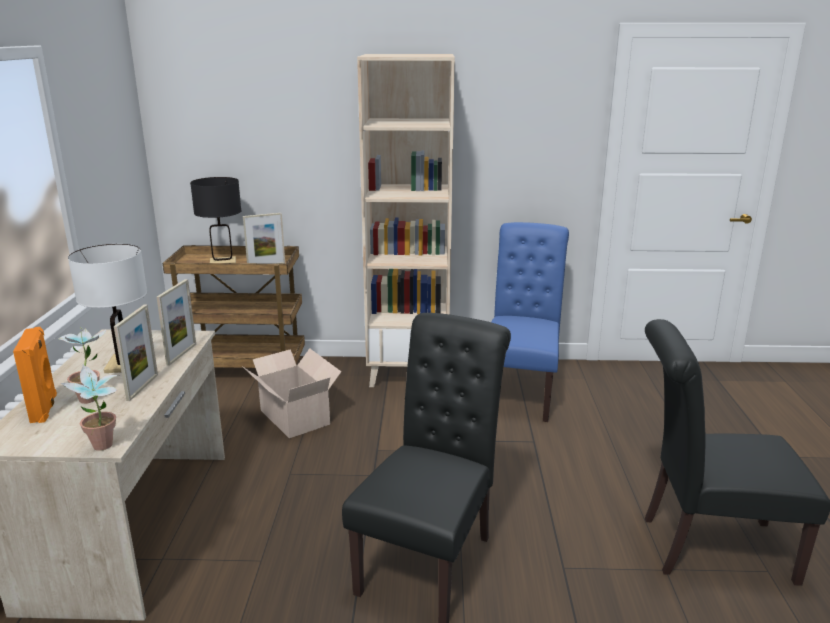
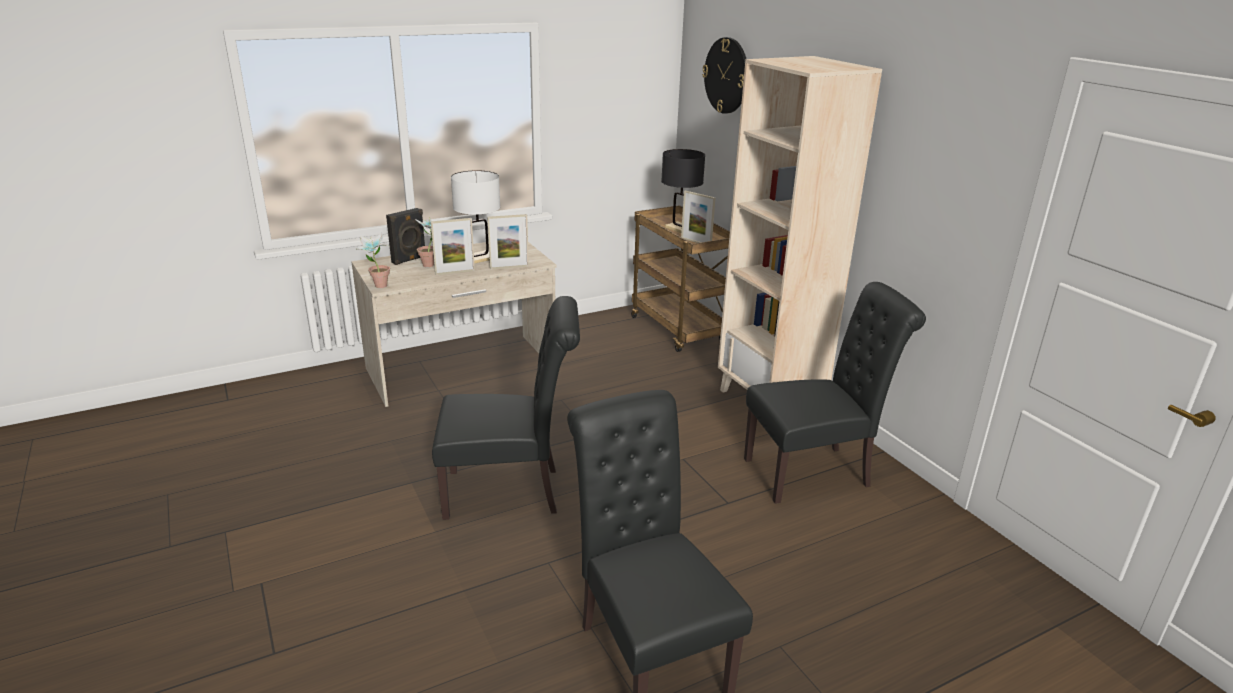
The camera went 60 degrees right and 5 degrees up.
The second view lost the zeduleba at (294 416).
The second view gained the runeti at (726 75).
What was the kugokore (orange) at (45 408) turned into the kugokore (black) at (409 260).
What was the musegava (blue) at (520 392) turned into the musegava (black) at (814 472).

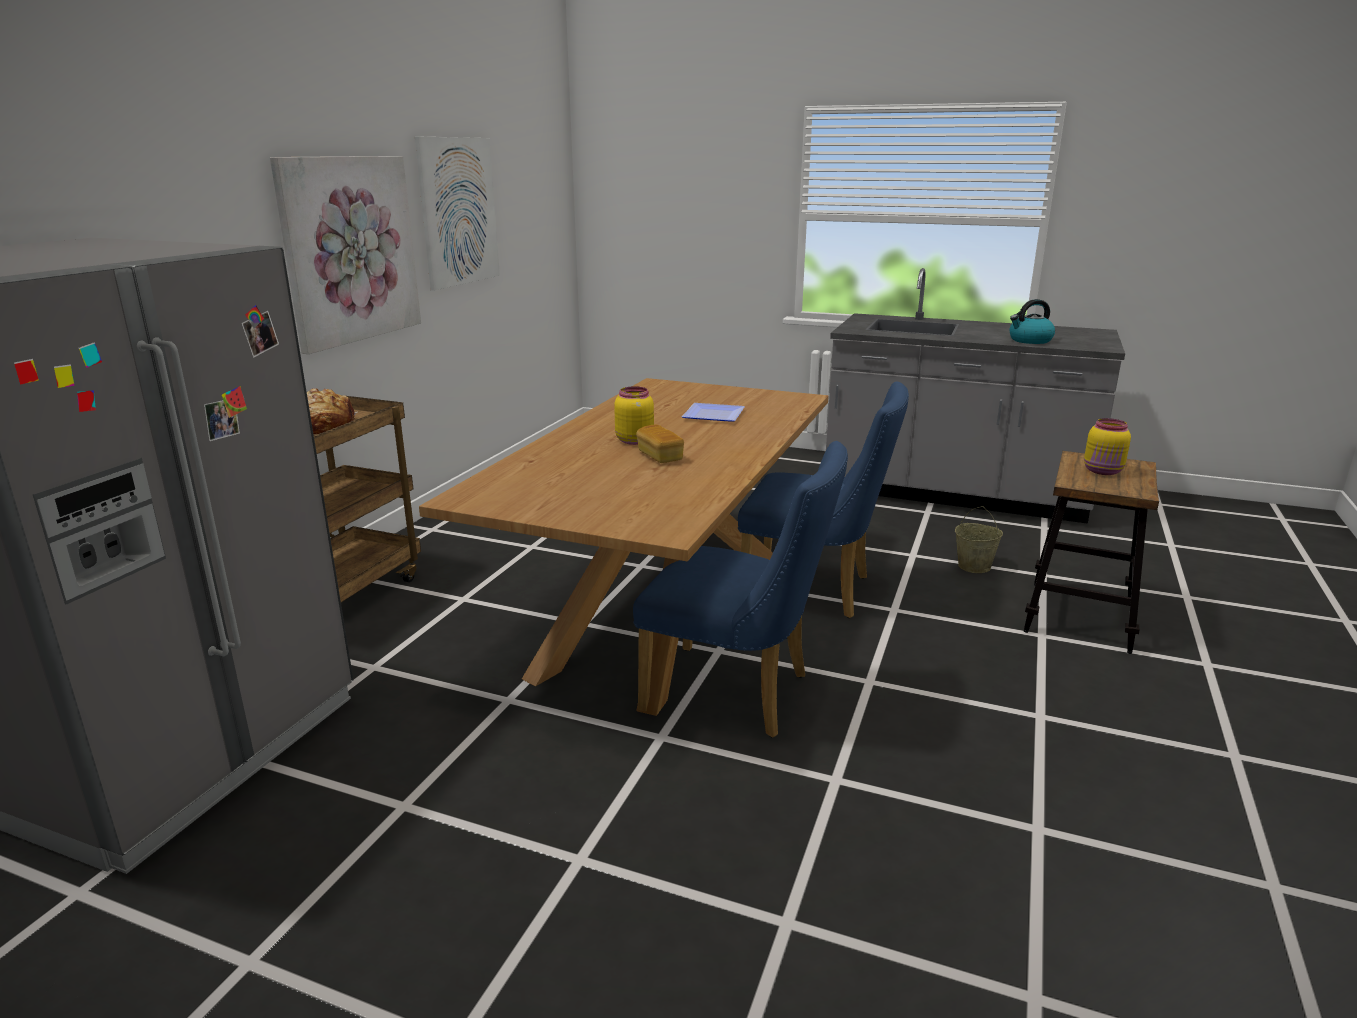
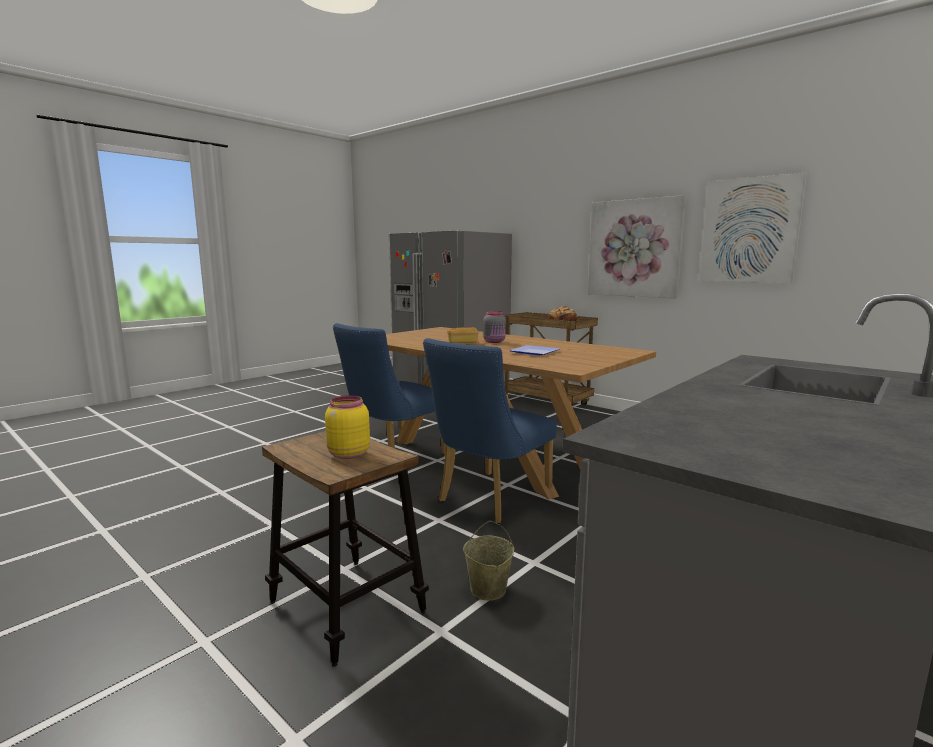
The camera went 110 degrees right and 10 degrees down.
The second view lost the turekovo at (1029 340).
What was the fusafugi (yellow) at (635 440) turned into the fusafugi (grey) at (494 342).

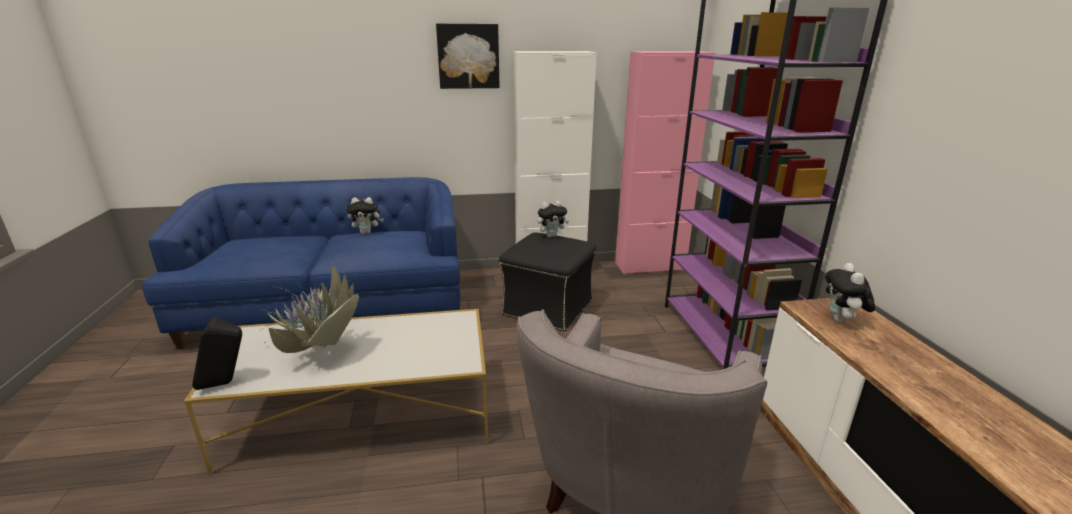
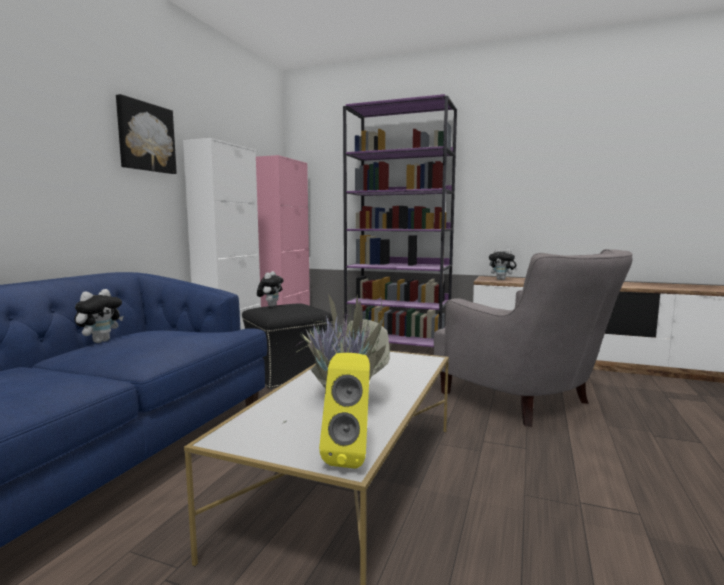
The camera went 60 degrees left and 15 degrees down.
What was the kugokore (black) at (225 383) turned into the kugokore (yellow) at (350 455).

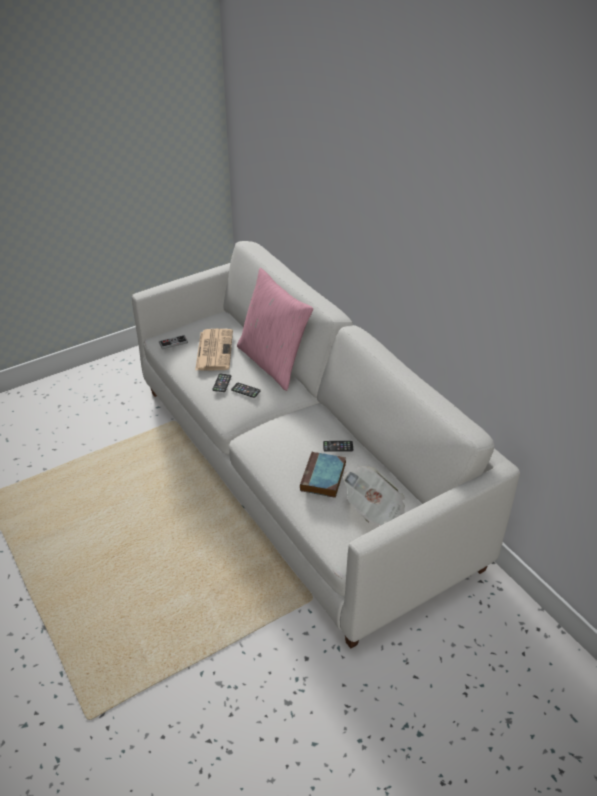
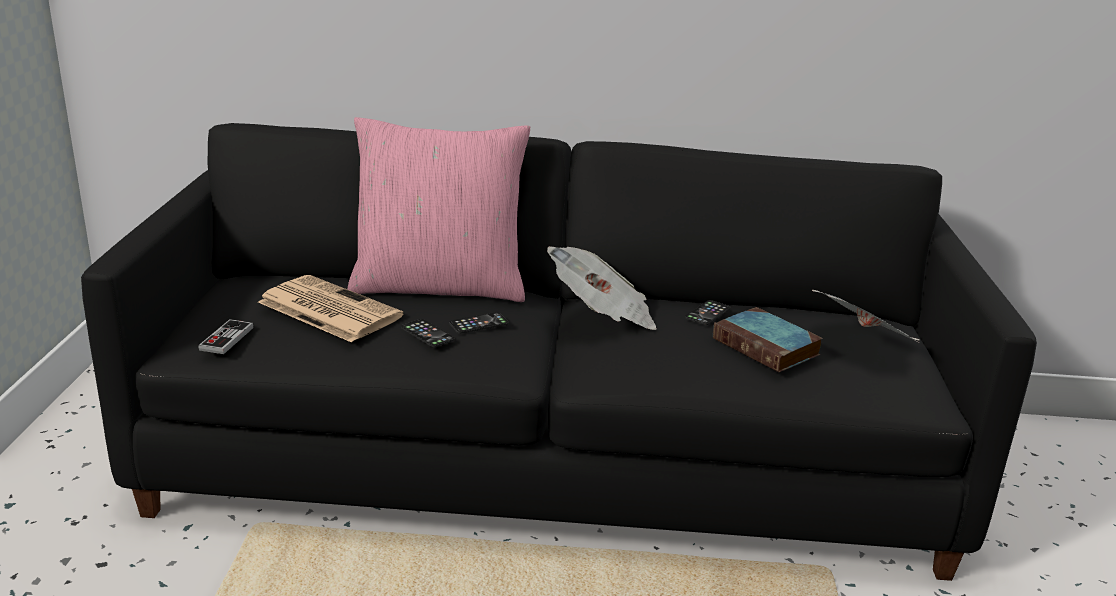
The camera went 55 degrees left and 15 degrees down.
The second view gained the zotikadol at (602 315).
What was the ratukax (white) at (299 472) turned into the ratukax (black) at (552 460).

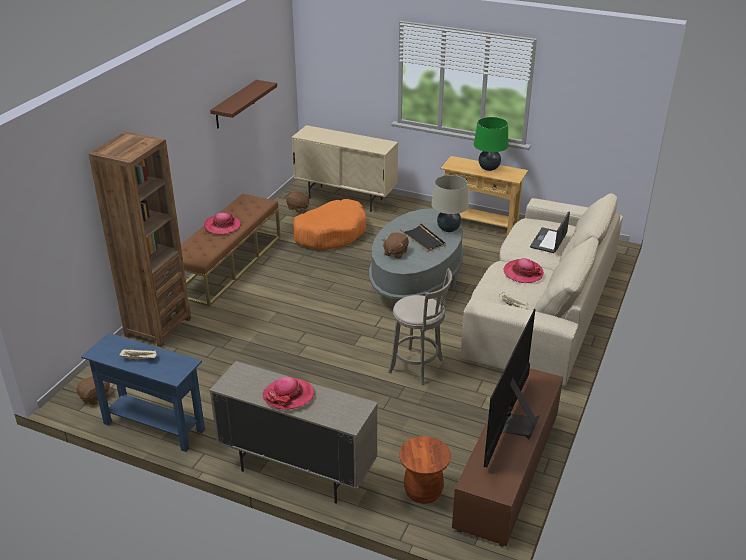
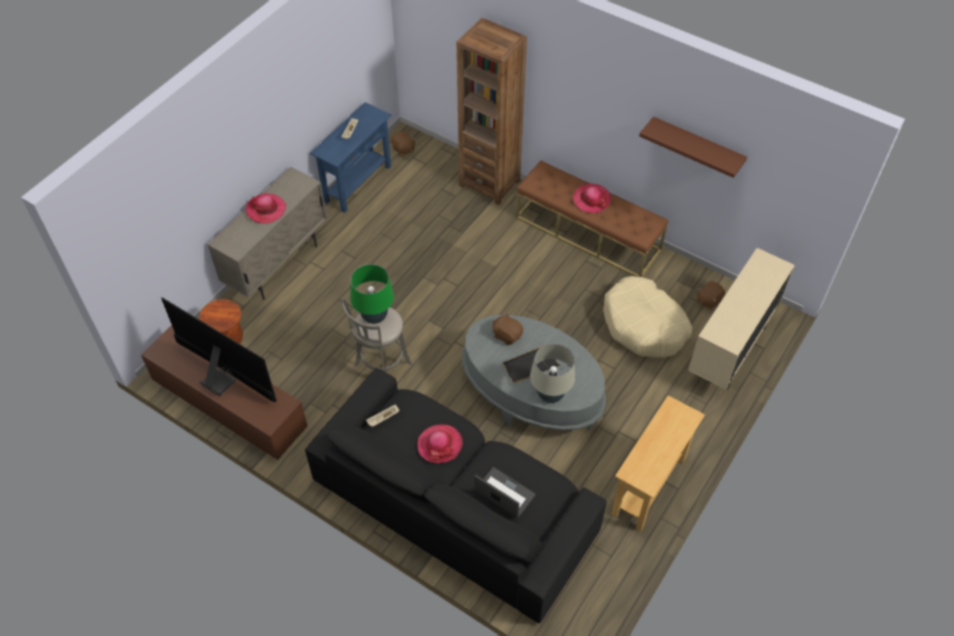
The camera went 100 degrees right and 20 degrees up.
The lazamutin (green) ended up elsewhere, having gone from (489 168) to (374 316).
What was the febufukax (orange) at (330 233) turned into the febufukax (beige) at (644 325).
What was the ratukax (beige) at (541 306) turned into the ratukax (black) at (456 503).

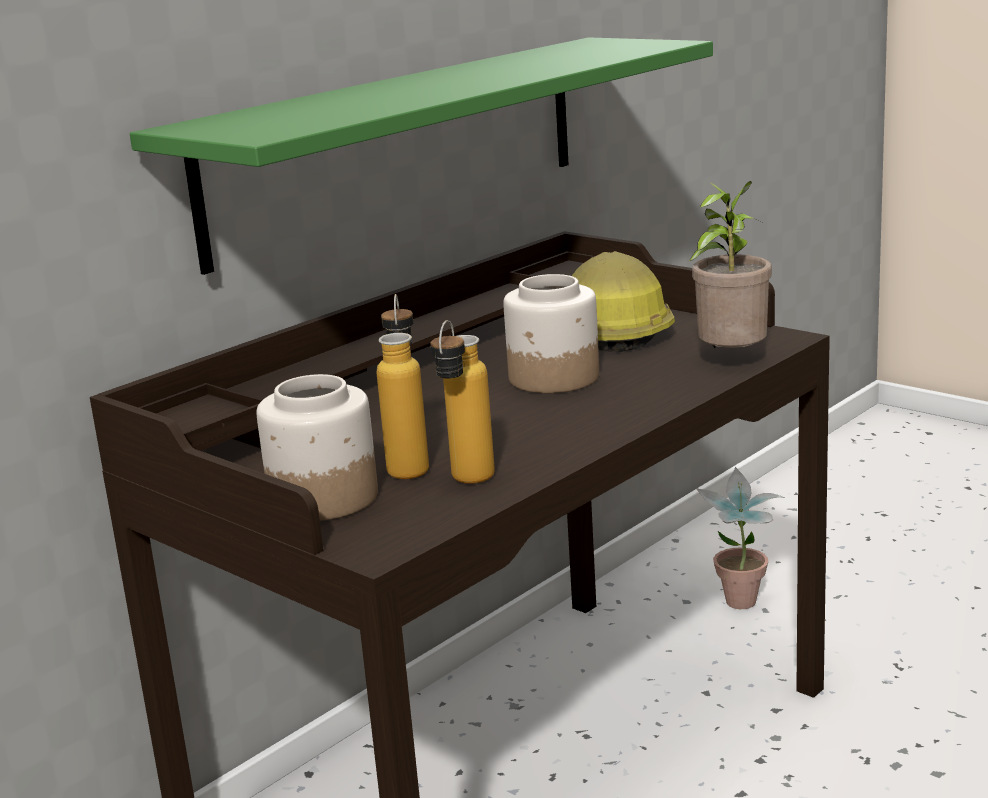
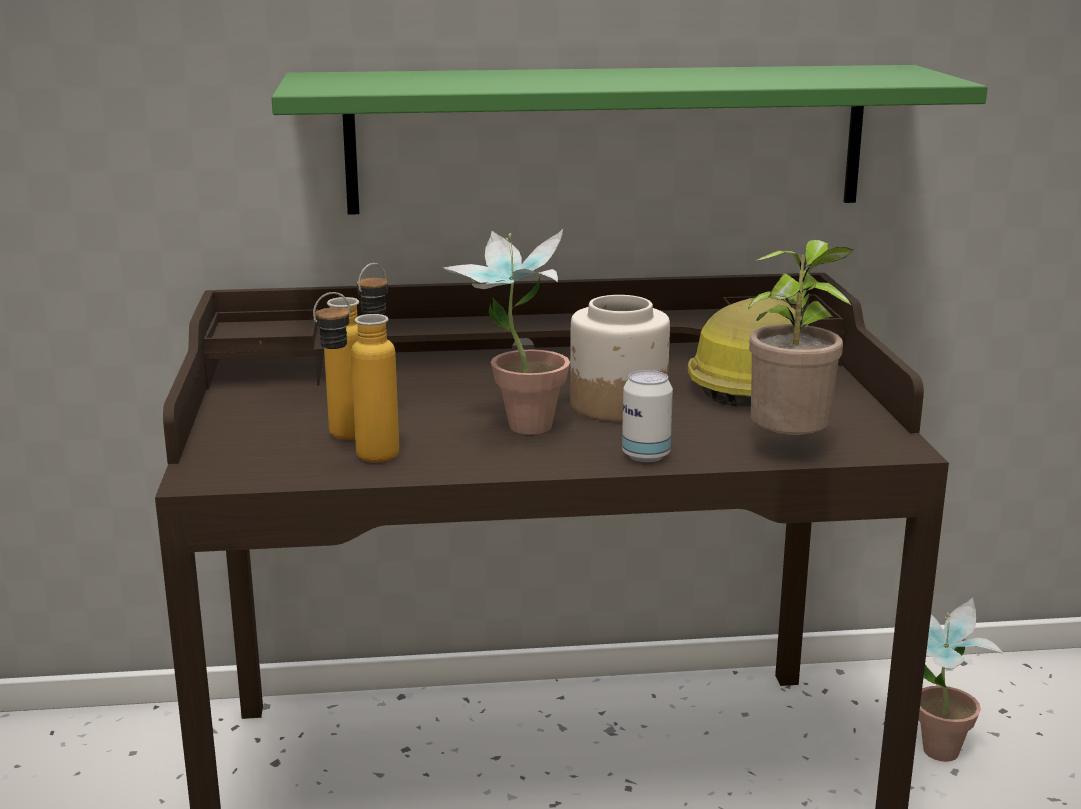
The camera went 40 degrees right and 0 degrees up.
The second view lost the fusafugi at (322 498).
The second view gained the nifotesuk at (514 429).
The second view gained the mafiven at (646 455).

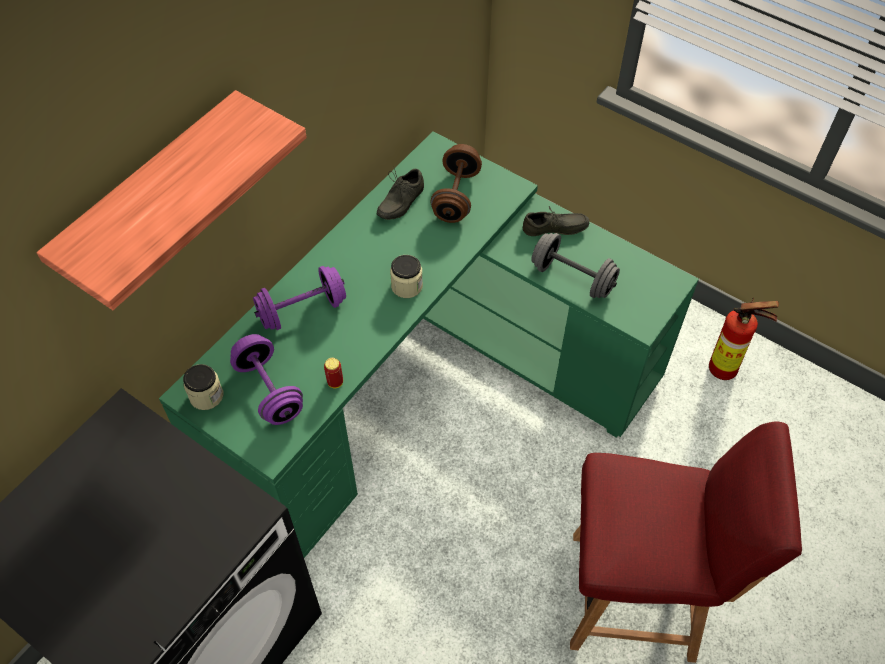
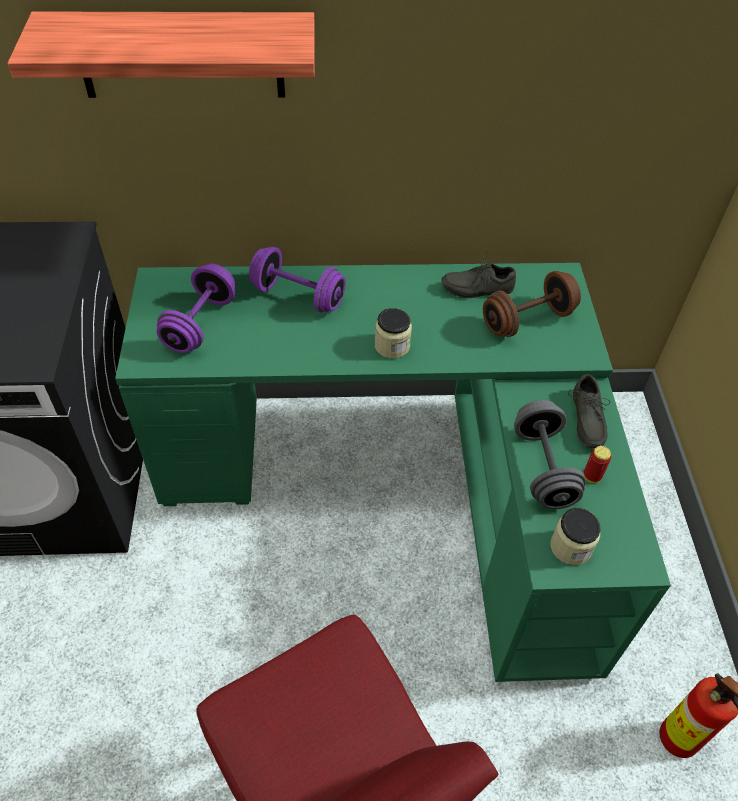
The camera went 50 degrees right and 5 degrees down.
The fusafugi ended up elsewhere, having gone from (206 395) to (570 547).
The mafiven ended up elsewhere, having gone from (335 382) to (592 476).
The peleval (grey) at (555 230) ended up facing another way, 45 degrees clockwise from before.

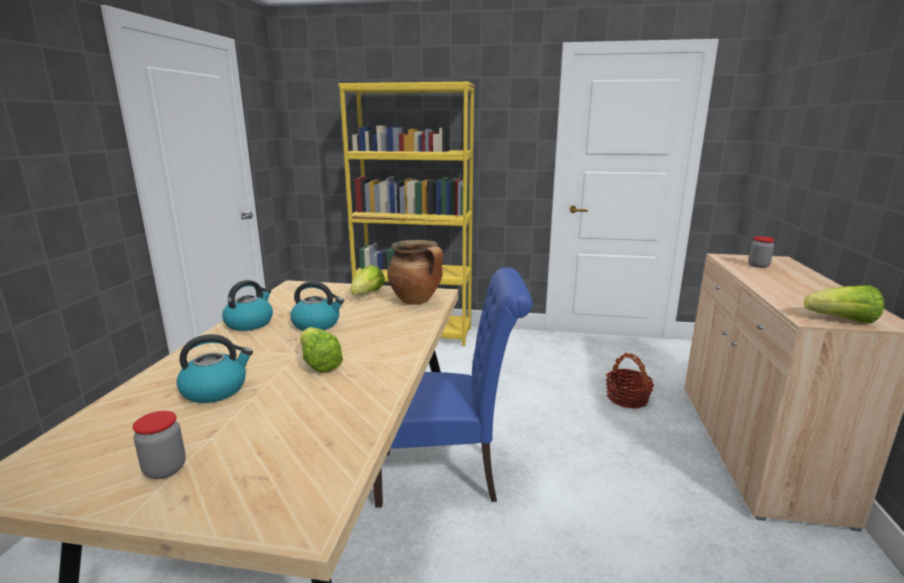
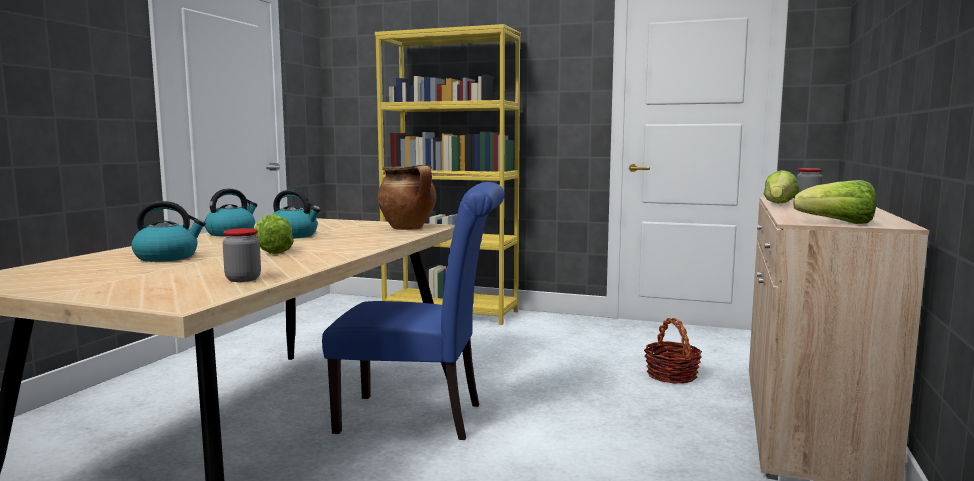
The camera went 10 degrees right and 10 degrees down.
The fusafugi ended up elsewhere, having gone from (165 469) to (243 279).
The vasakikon ended up elsewhere, having gone from (367 294) to (778 204).

